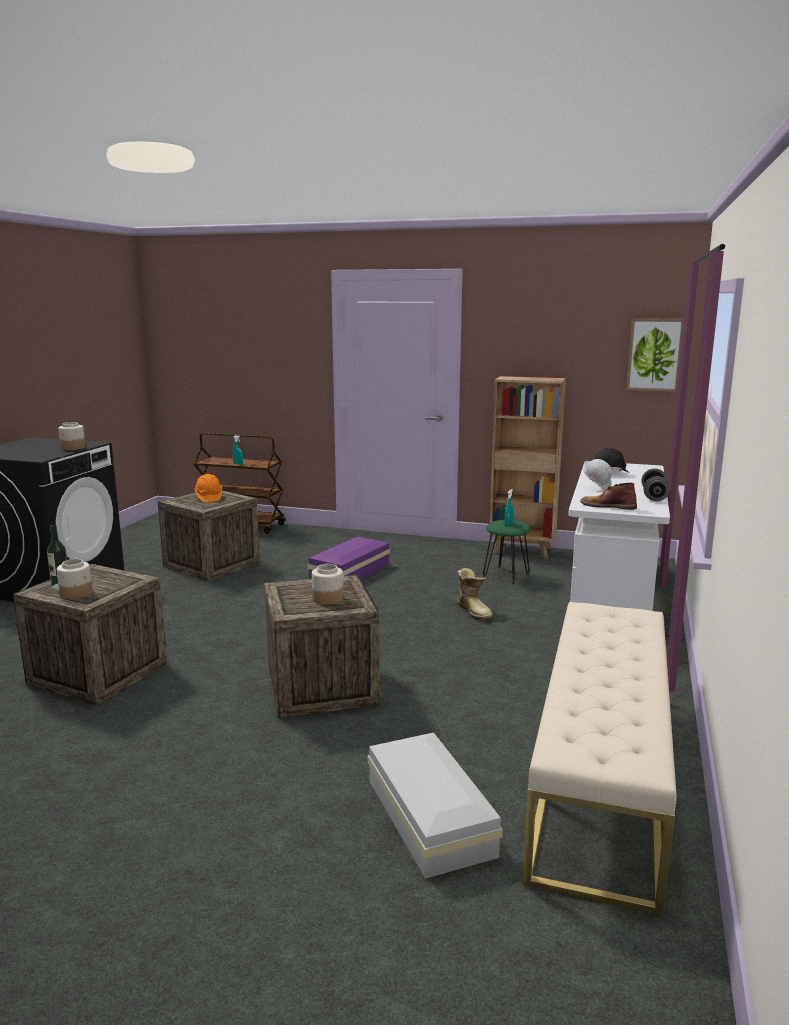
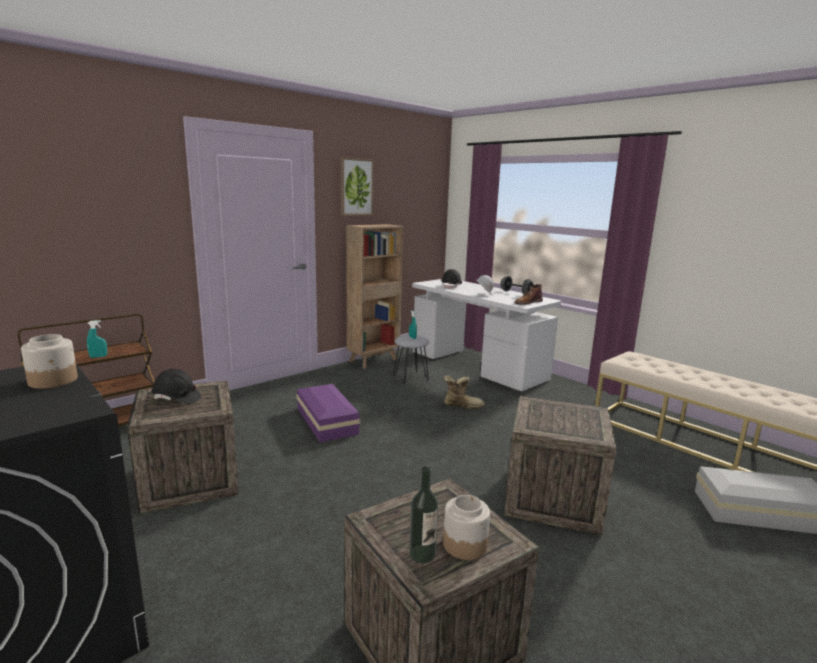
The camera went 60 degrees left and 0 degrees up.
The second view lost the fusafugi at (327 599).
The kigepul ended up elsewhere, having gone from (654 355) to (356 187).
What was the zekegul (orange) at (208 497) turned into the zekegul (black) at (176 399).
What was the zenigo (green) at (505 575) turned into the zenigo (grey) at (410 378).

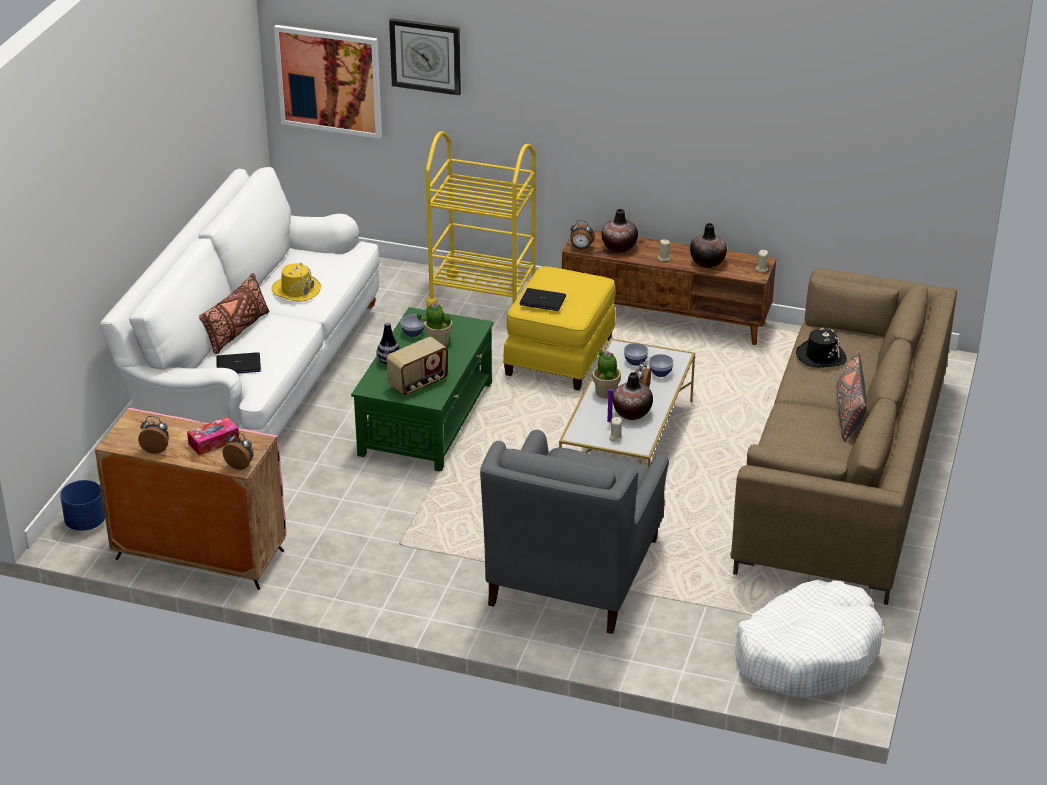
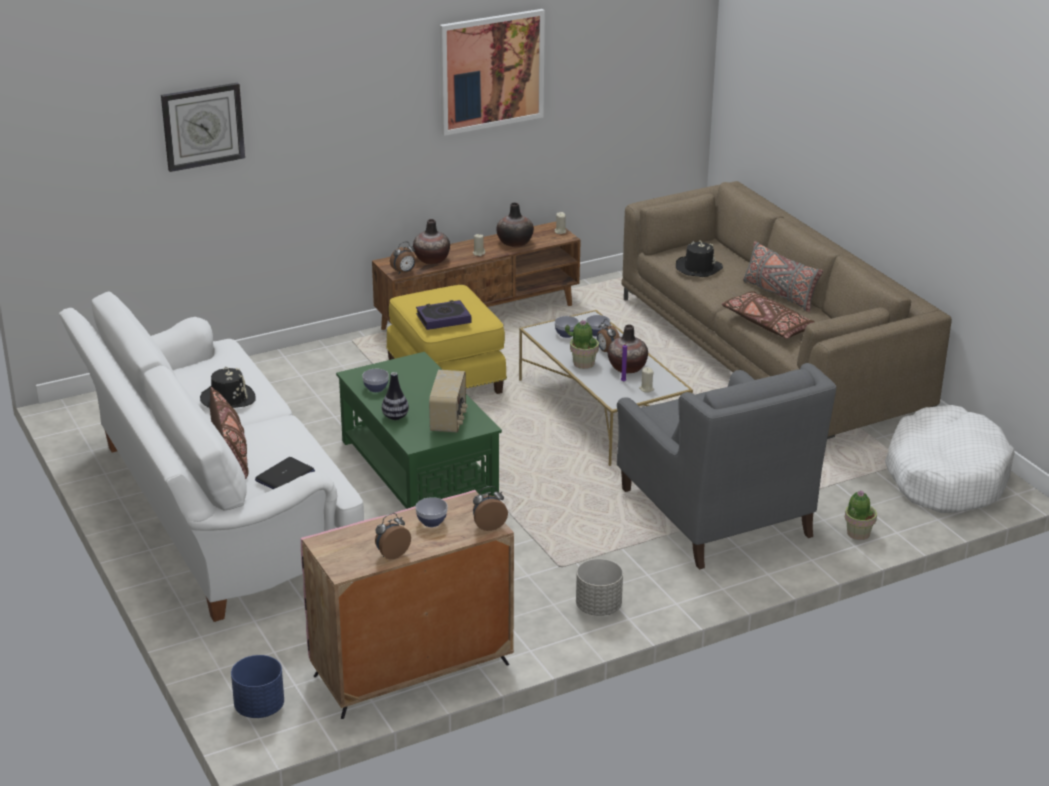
The camera went 45 degrees left and 5 degrees down.
The second view lost the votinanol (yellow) at (483 298).
The second view gained the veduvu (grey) at (598 608).
The second view gained the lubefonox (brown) at (767 324).
The kigepul ended up elsewhere, having gone from (329 81) to (491 71).
The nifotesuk ended up elsewhere, having gone from (438 341) to (858 533).
Where the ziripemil stood at (214 442), the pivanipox came to stand at (431 522).
Where the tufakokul stood at (542 301), the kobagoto came to stand at (443 318).
What was the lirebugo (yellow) at (296 290) turned into the lirebugo (black) at (228 398).

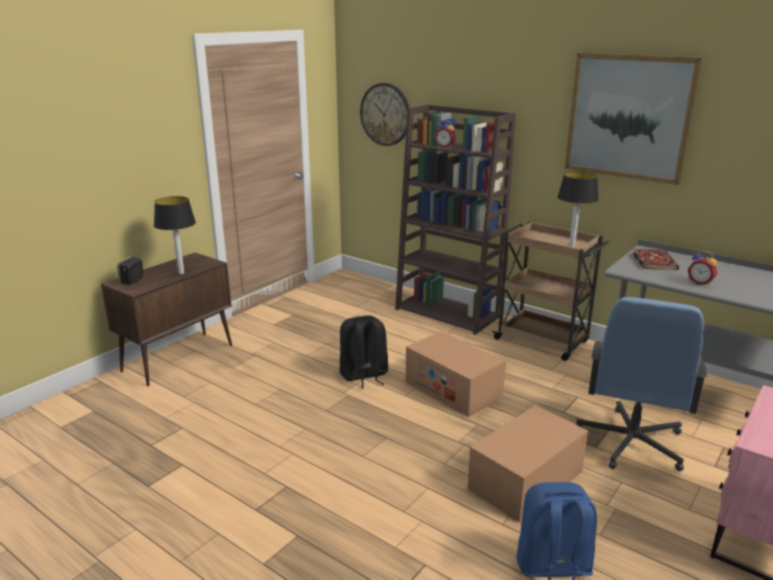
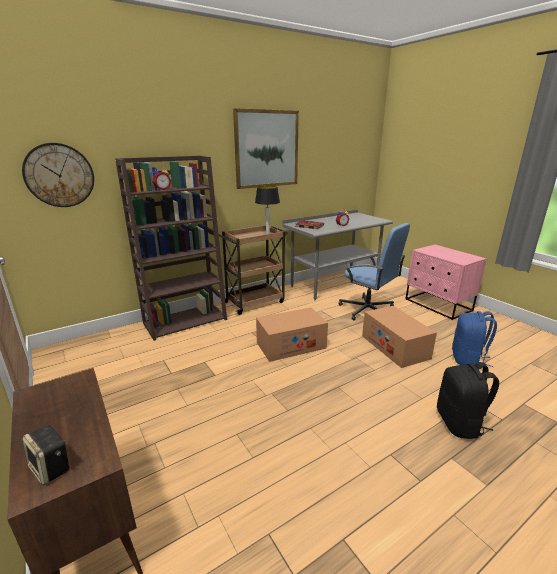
The camera went 70 degrees left and 0 degrees up.
The second view lost the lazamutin at (181 273).
The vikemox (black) ended up elsewhere, having gone from (364 375) to (459 423).

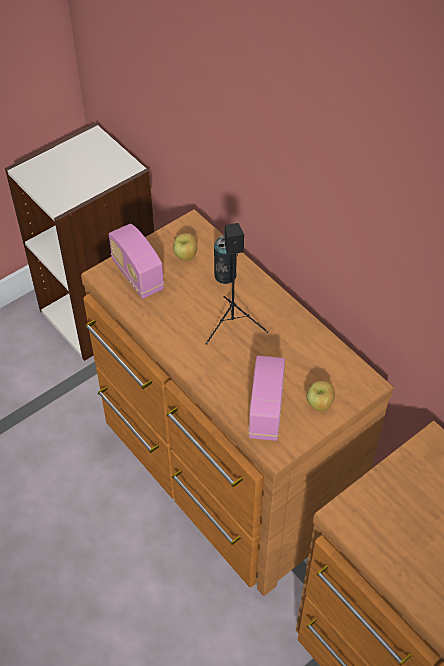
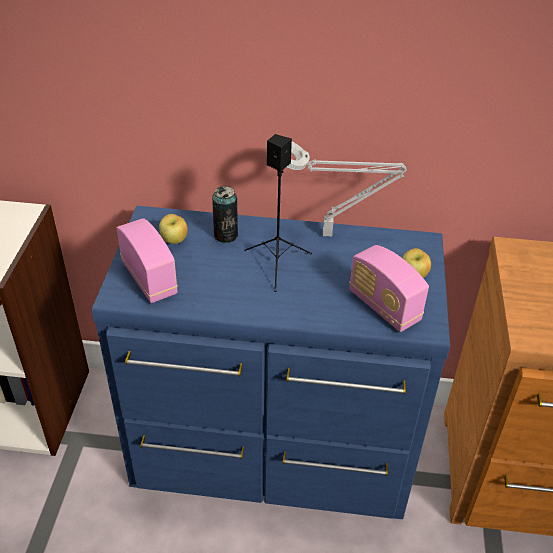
The camera went 45 degrees left and 10 degrees down.
The second view gained the lazamutin (grey) at (331 234).
What was the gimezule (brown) at (224 473) turned into the gimezule (blue) at (273 453).
The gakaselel at (137 275) ended up facing another way, 135 degrees counterclockwise from before.

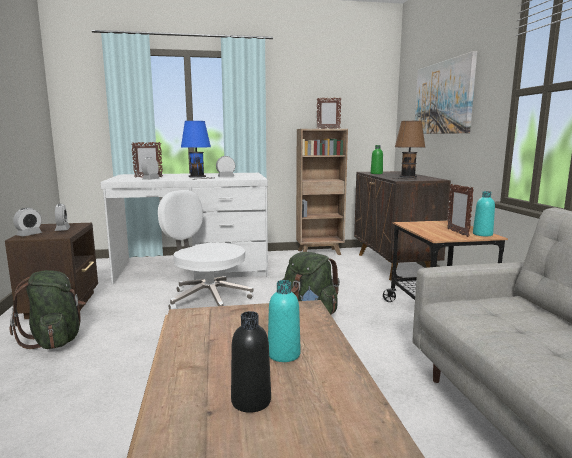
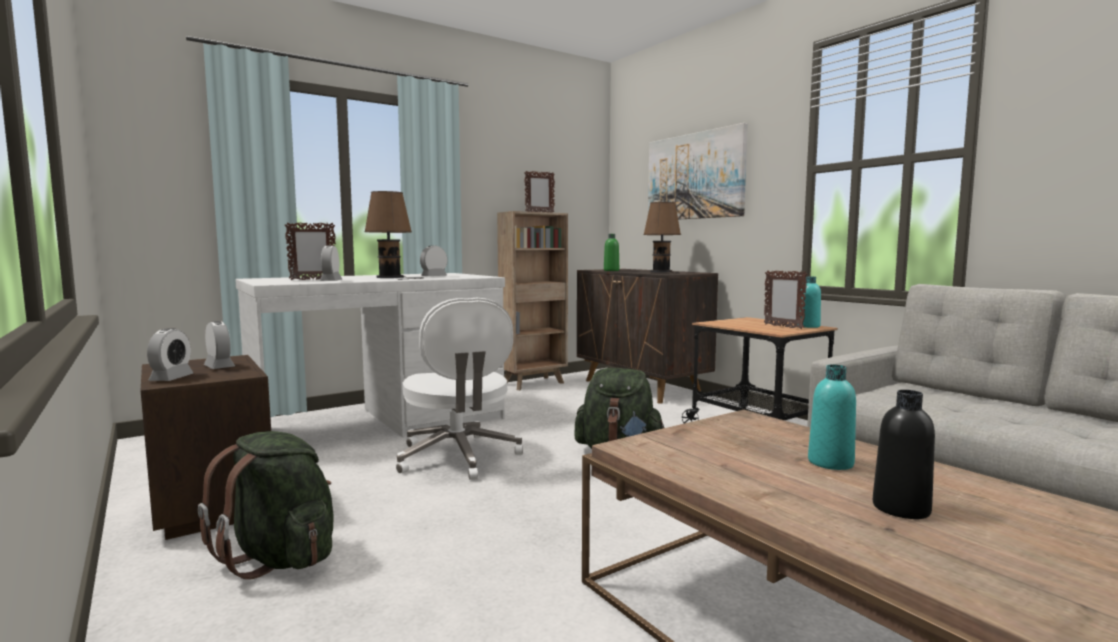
The camera went 25 degrees left and 5 degrees down.
What was the lazamutin (blue) at (198 177) turned into the lazamutin (brown) at (392 277).
The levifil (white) at (207 299) ended up facing another way, 120 degrees counterclockwise from before.

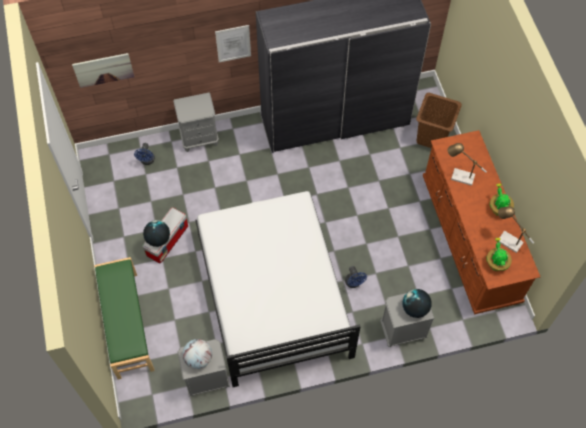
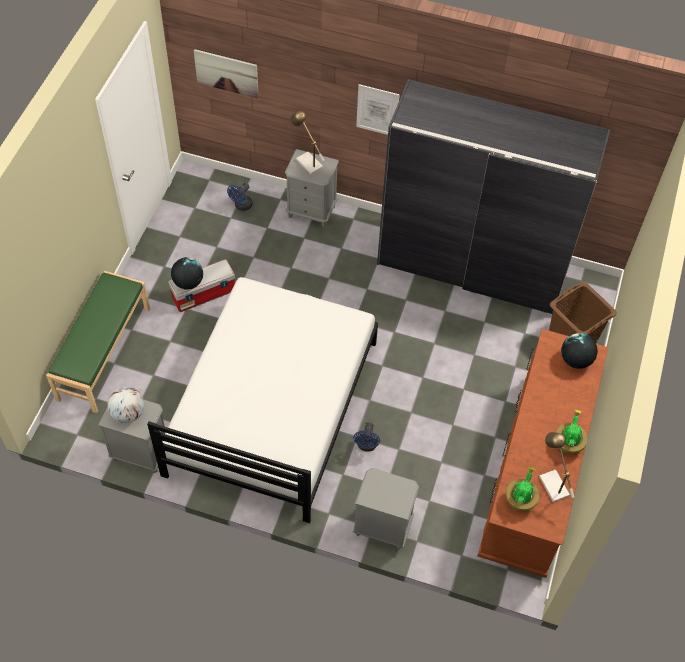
The camera went 30 degrees right and 5 degrees down.
The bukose ended up elsewhere, having gone from (415 309) to (575 360).
The lazamutin ended up elsewhere, having gone from (459 176) to (306 162).

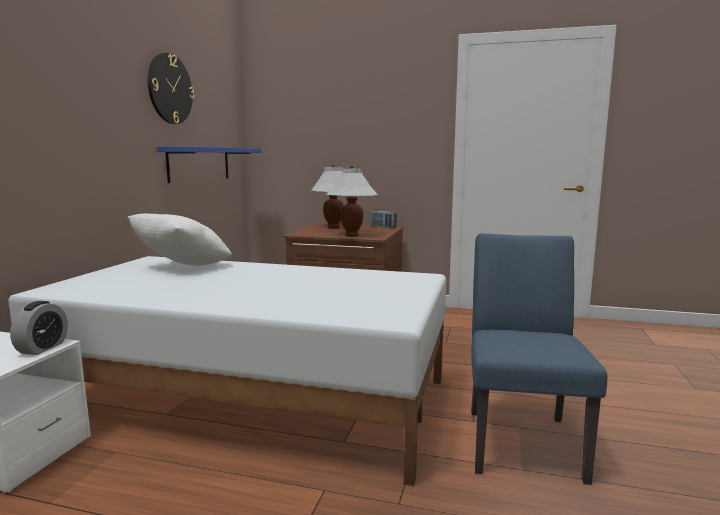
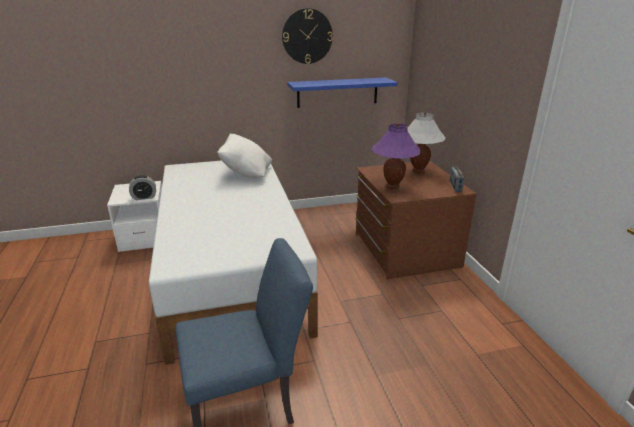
The camera went 60 degrees right and 15 degrees up.
What was the lazamutin (white) at (351 235) turned into the lazamutin (purple) at (393 186).

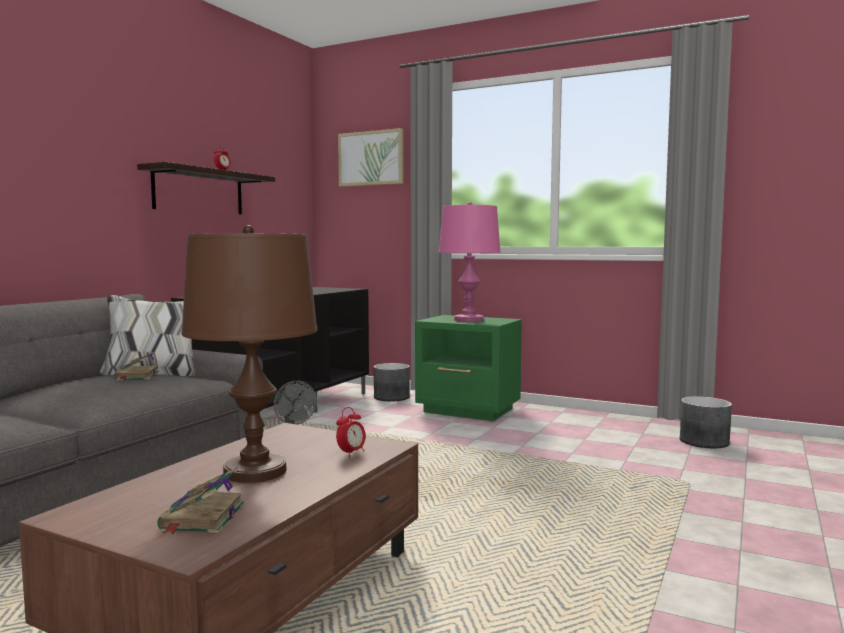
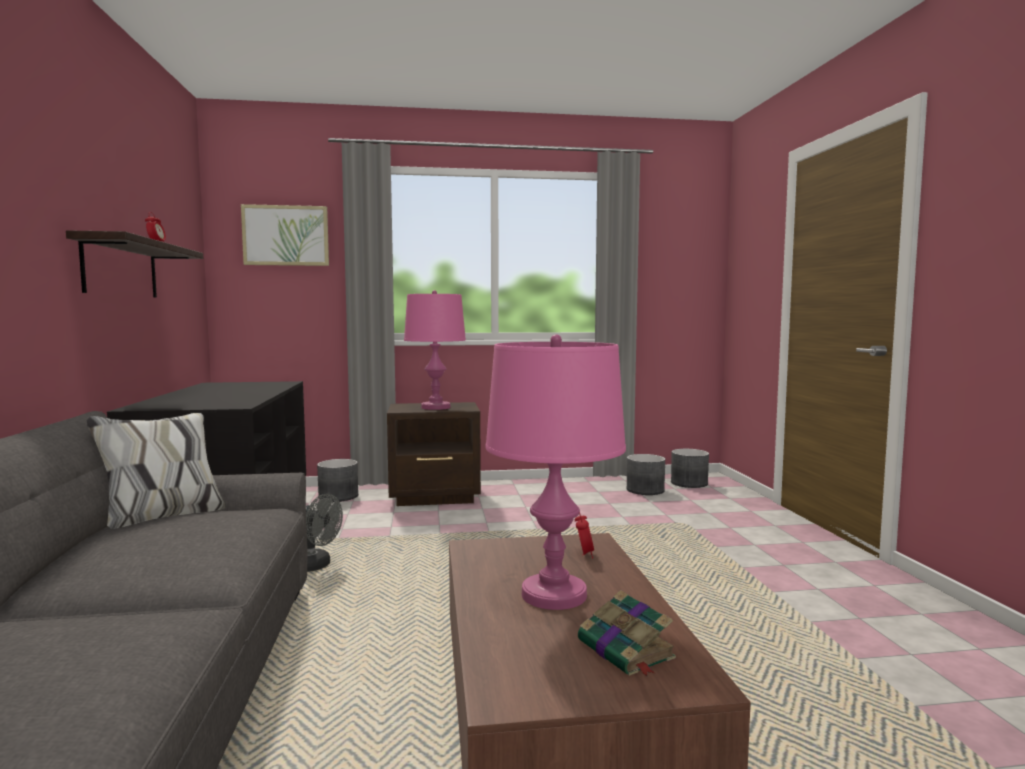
The camera went 35 degrees left and 0 degrees up.
The second view lost the kobagoto at (137 376).
The second view gained the veduvu (grey) at (689 483).
What was the lazamutin (brown) at (254 471) turned into the lazamutin (pink) at (553 594).
What was the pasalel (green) at (469 411) turned into the pasalel (brown) at (436 497).

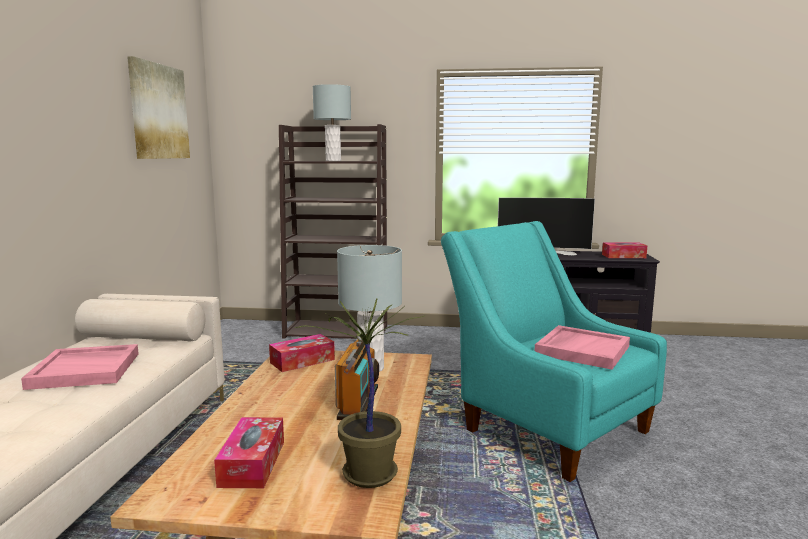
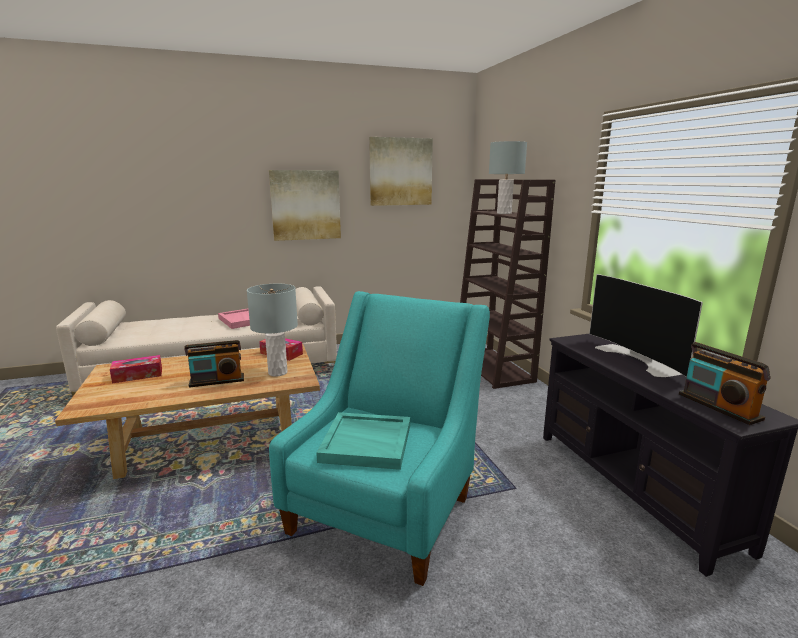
The camera went 65 degrees right and 5 degrees up.
The second view lost the nifotesuk at (367 474).
The second view gained the kigepul at (305 205).
Where the ziripemil stood at (623 256), the gakaselel came to stand at (718 406).
What was the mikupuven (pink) at (582 350) turned into the mikupuven (turquoise) at (367 443).

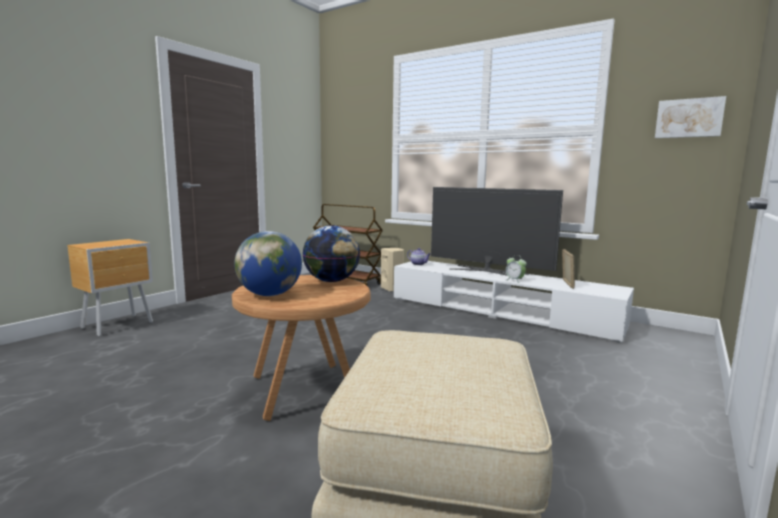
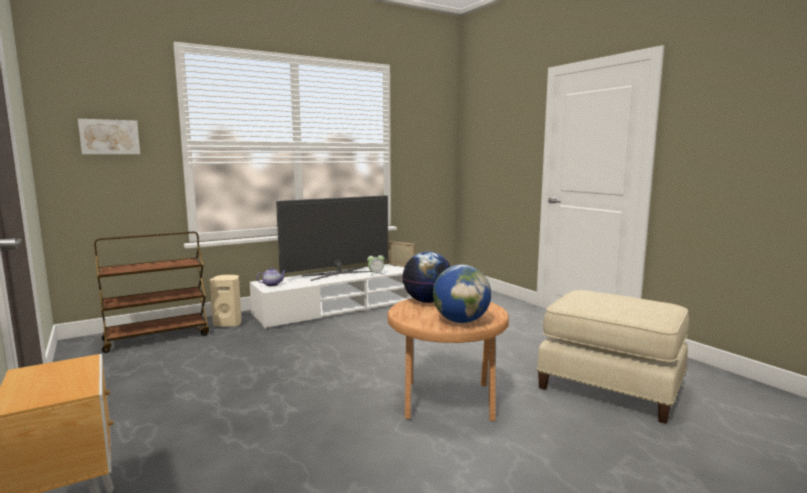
The camera went 65 degrees left and 0 degrees up.
The kigepul ended up elsewhere, having gone from (689 118) to (109 137).

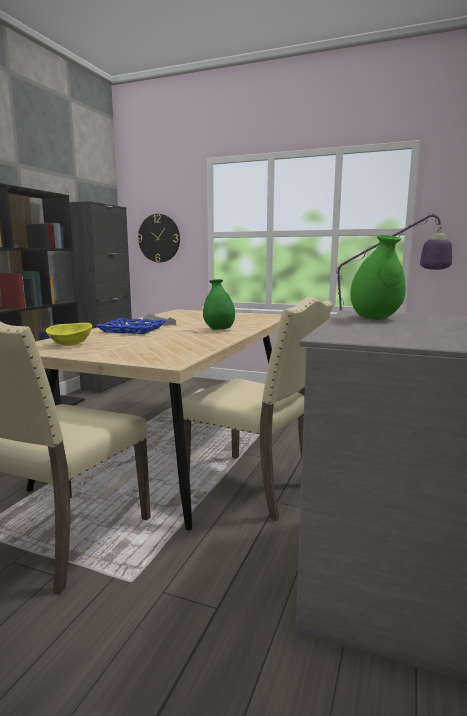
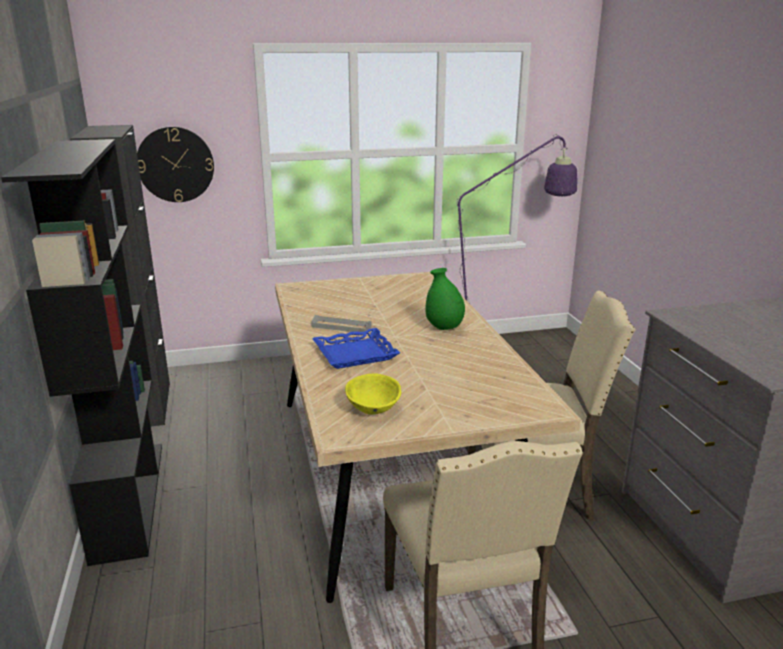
The camera went 35 degrees left and 10 degrees up.
The second view lost the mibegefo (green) at (375 318).

